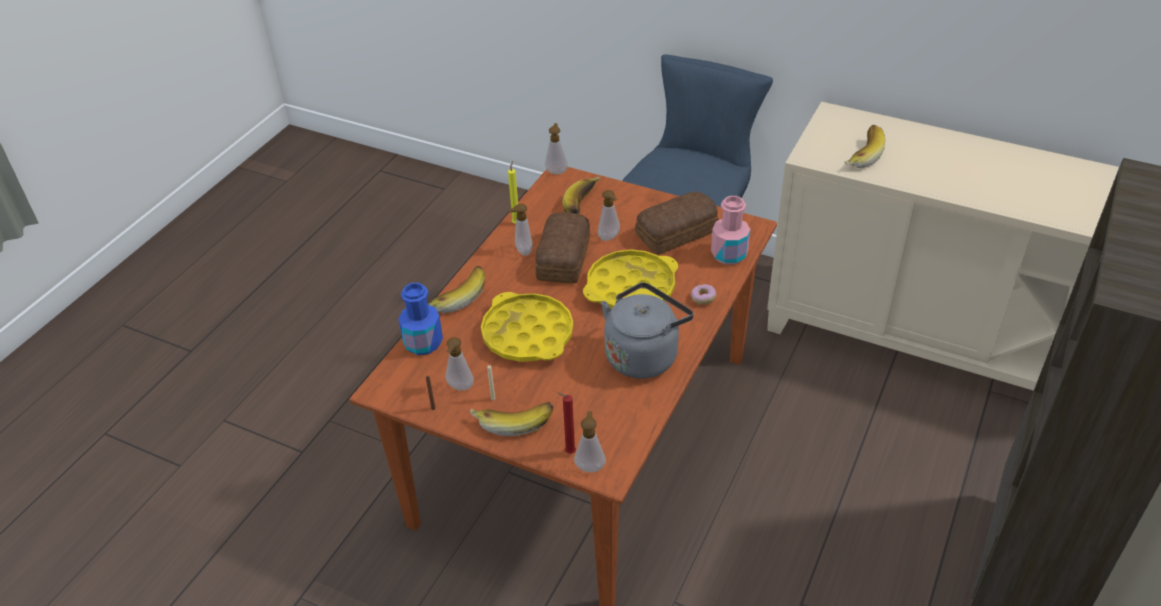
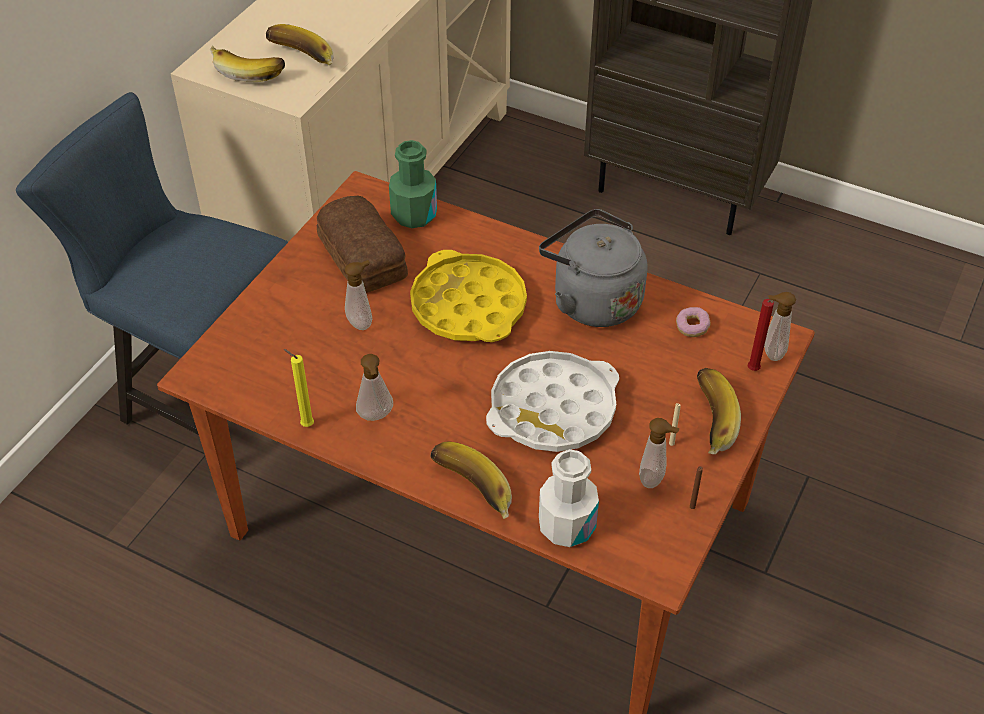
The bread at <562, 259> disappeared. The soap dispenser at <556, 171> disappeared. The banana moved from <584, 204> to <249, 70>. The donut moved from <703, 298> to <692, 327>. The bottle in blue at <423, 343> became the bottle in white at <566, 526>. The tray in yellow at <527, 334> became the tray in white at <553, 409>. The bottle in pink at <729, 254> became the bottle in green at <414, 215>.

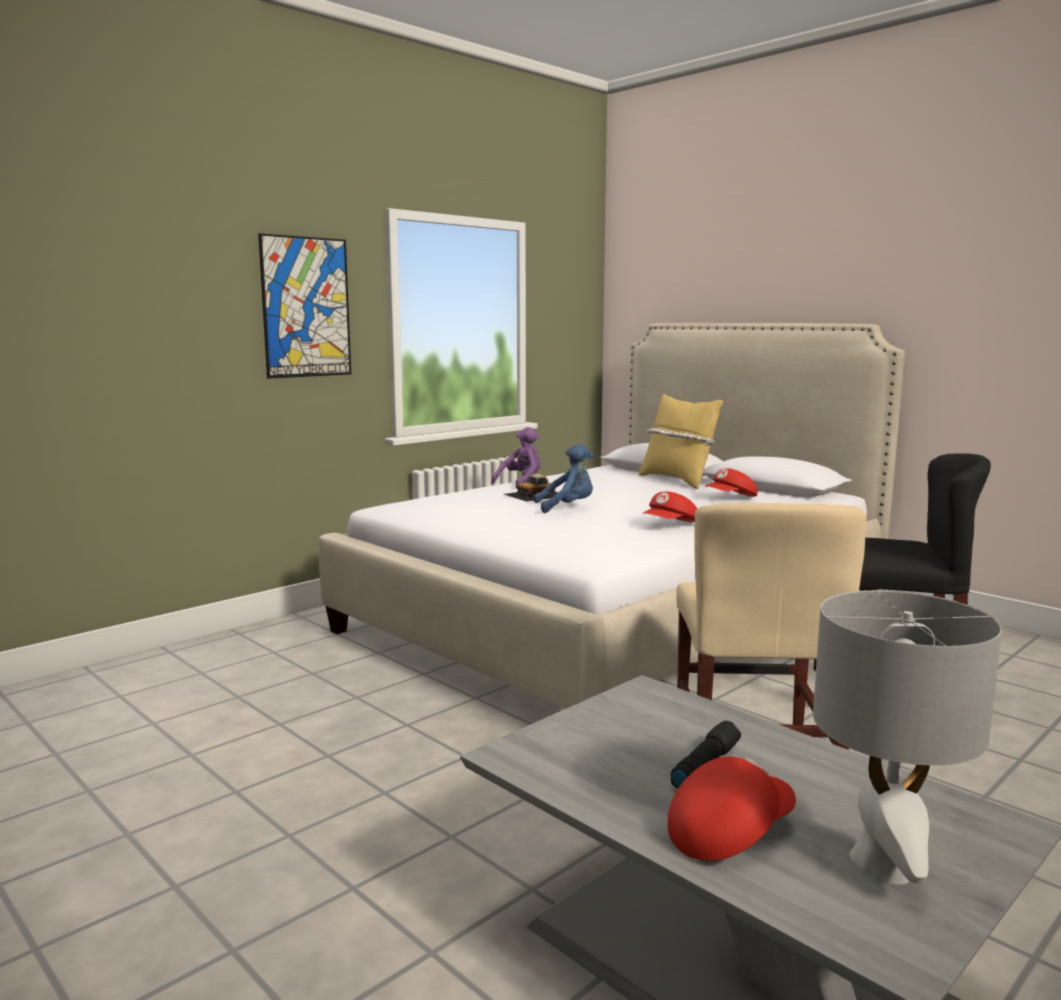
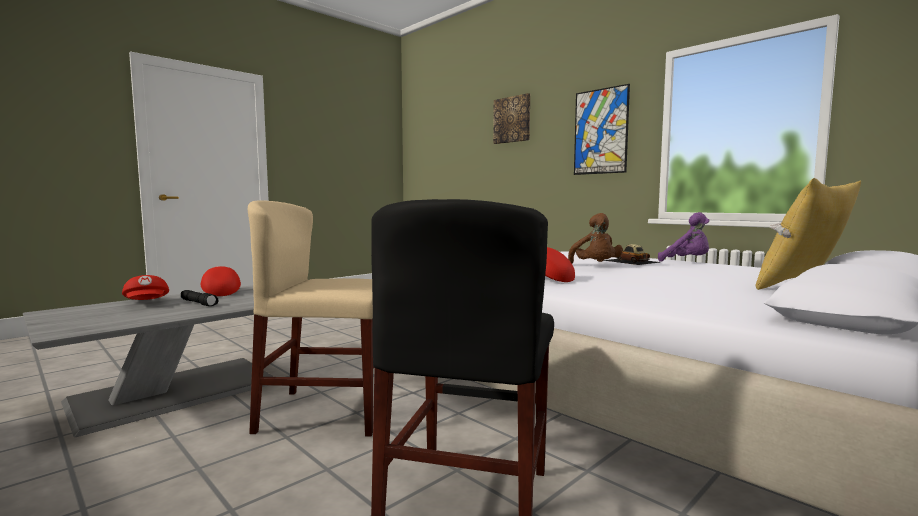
The table lamp in grey at <884, 863> disappeared. The picture at <512, 119> appeared. The cap in red moved from <731, 498> to <220, 292>. The plush toy in blue at <567, 507> became the plush toy in brown at <595, 266>.

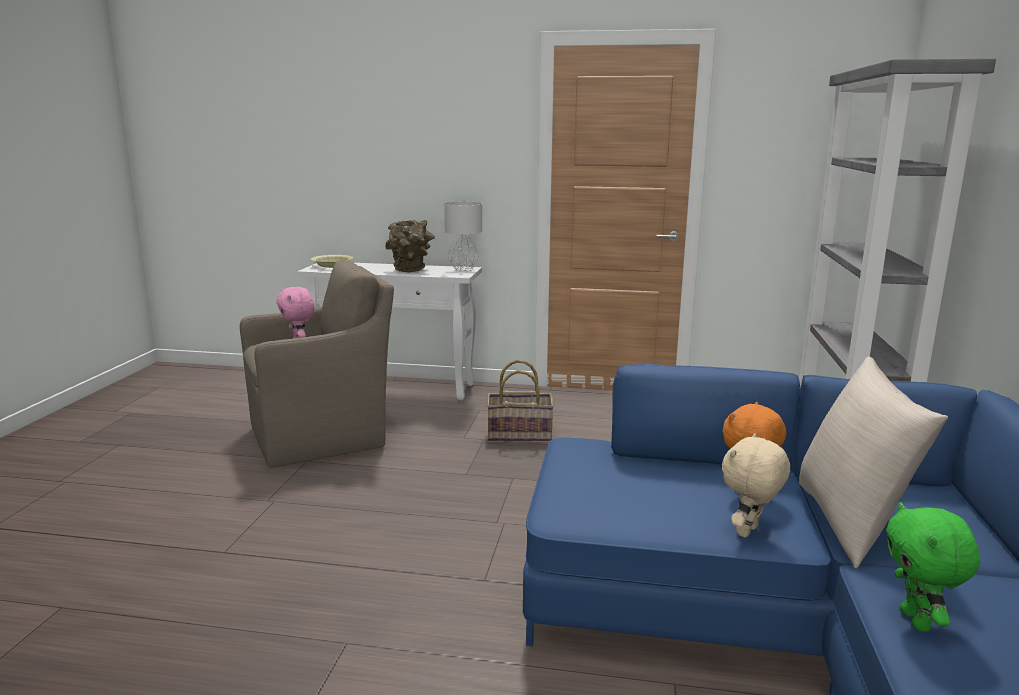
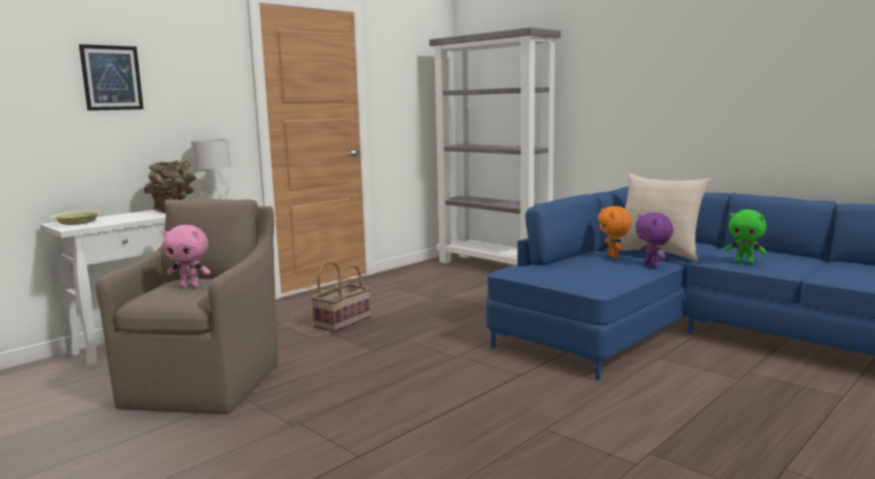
The picture at <112, 78> appeared. The plush toy in beige at <749, 532> became the plush toy in purple at <652, 265>.

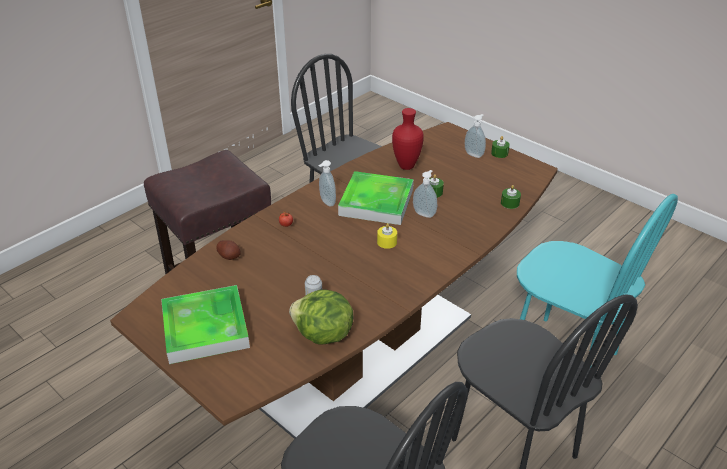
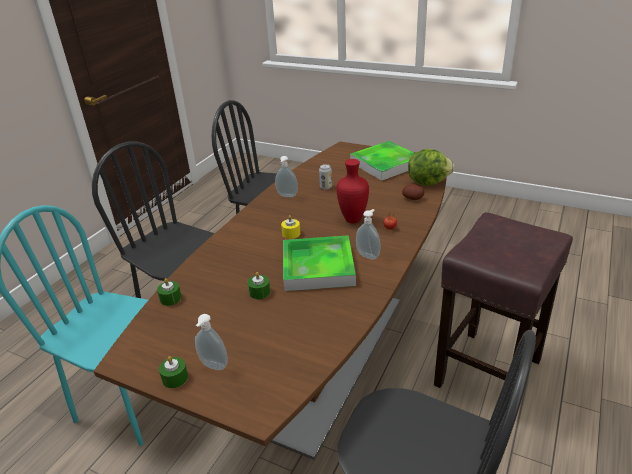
The lettuce moved from <323, 335> to <427, 182>. The vase in red moved from <407, 166> to <353, 220>. The soap dispenser moved from <424, 213> to <287, 196>.

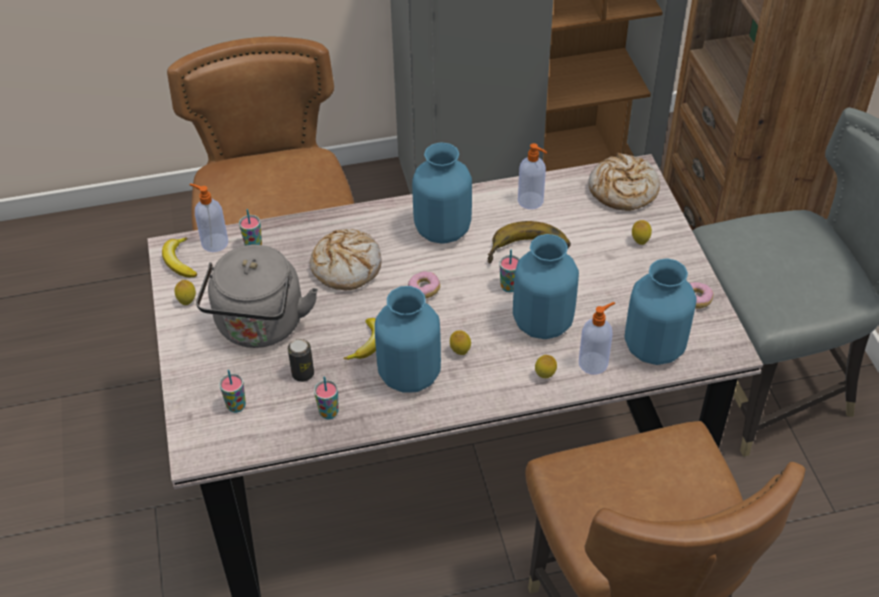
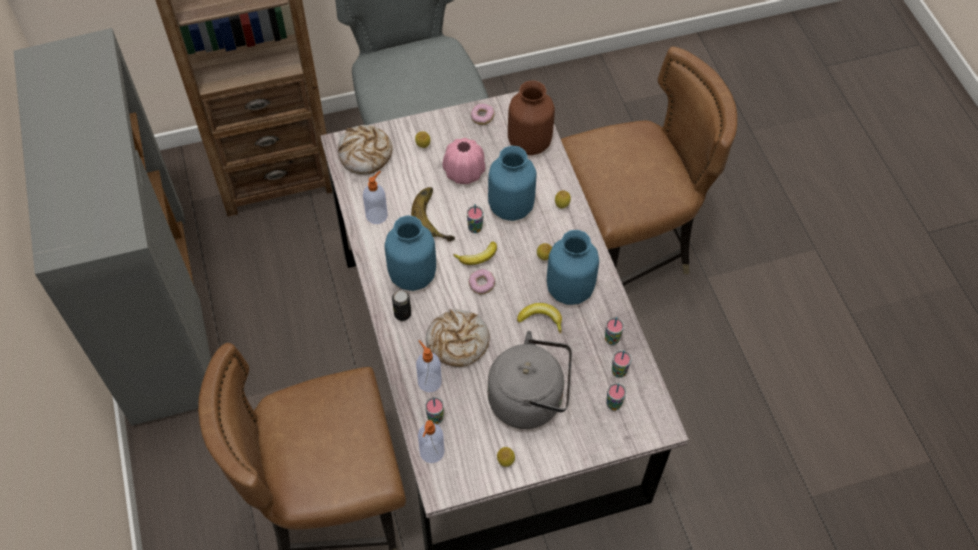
The vase in pink at <464, 172> appeared. The cup at <619, 372> appeared. The banana moved from <179, 261> to <478, 257>. The can moved from <303, 374> to <402, 314>. The soap dispenser moved from <594, 363> to <429, 381>. The vase in blue at <653, 347> became the vase in brown at <529, 143>.

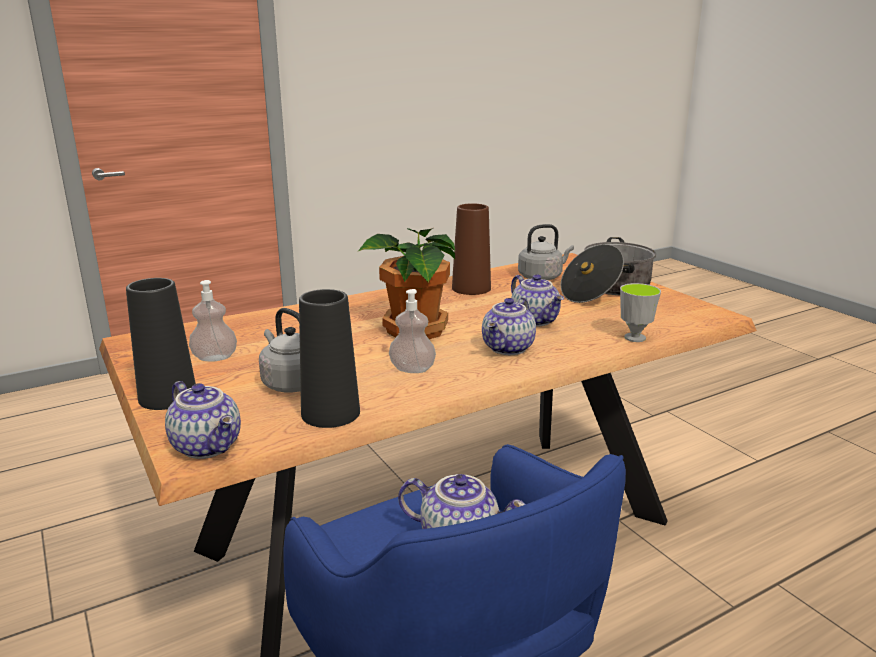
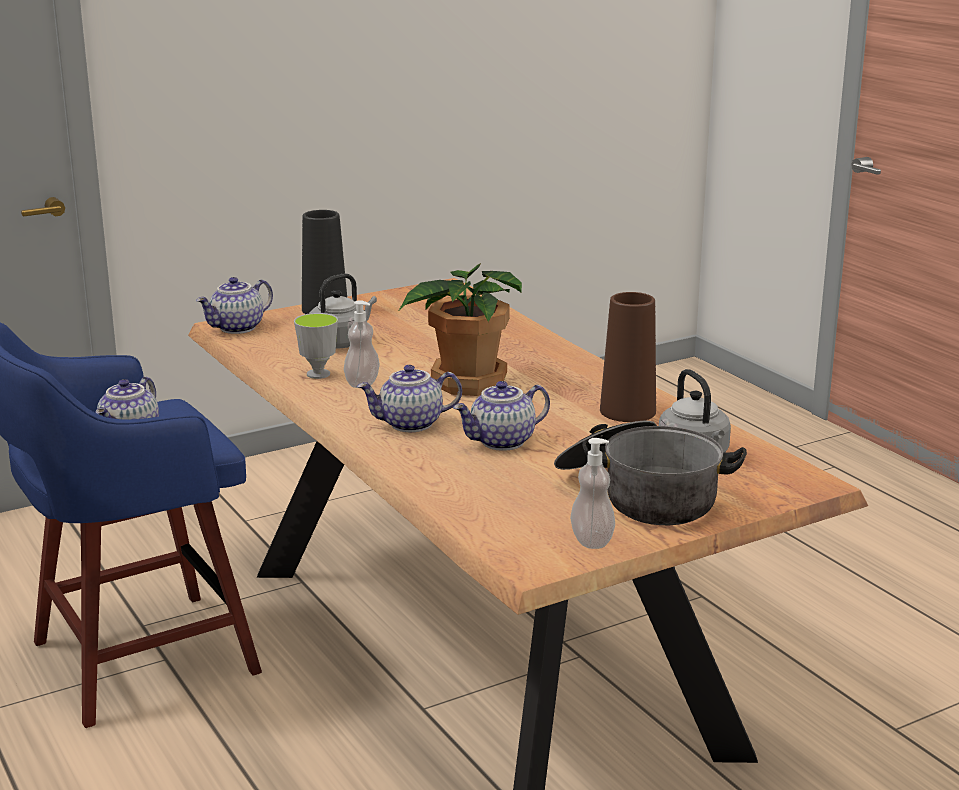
The vase in black at <330, 413> disappeared. The soap dispenser moved from <215, 358> to <592, 540>. The cup moved from <635, 338> to <318, 374>. The teapot at <509, 348> turned 45 degrees counterclockwise.

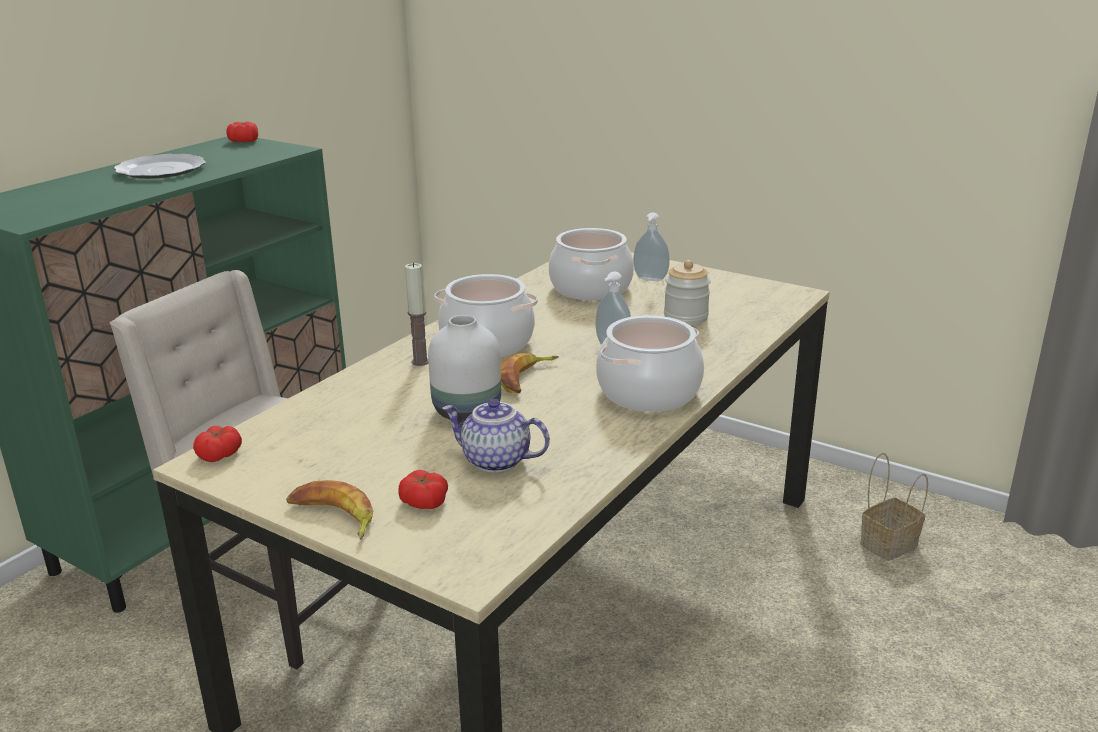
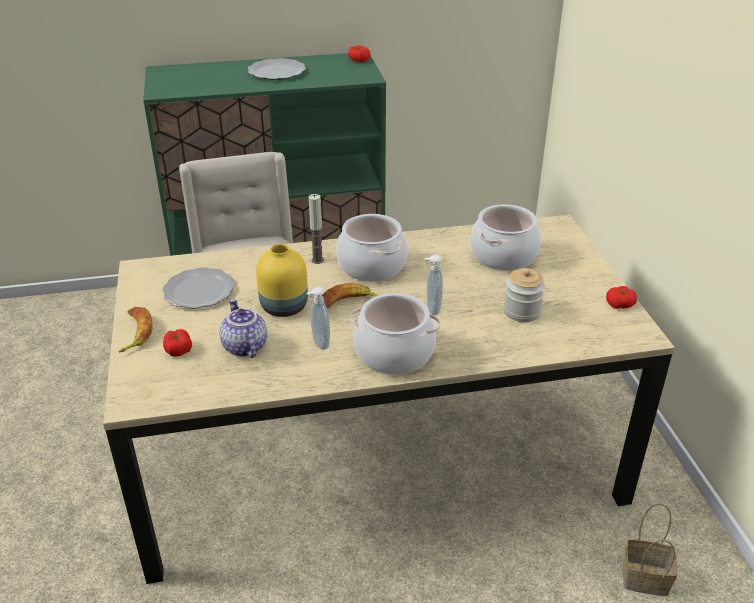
The plate at <198, 290> appeared. The tomato moved from <220, 454> to <620, 304>. The soap dispenser moved from <650, 279> to <319, 343>. The vase in white at <467, 410> became the vase in yellow at <285, 306>.

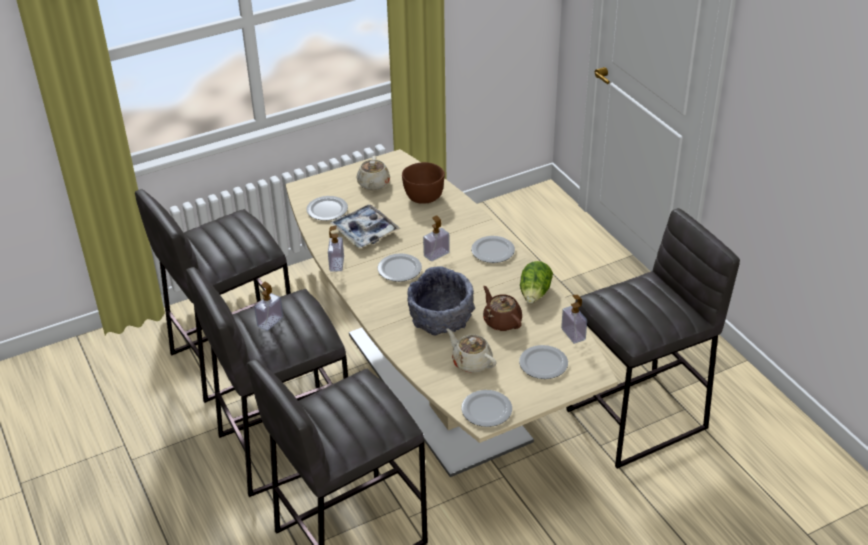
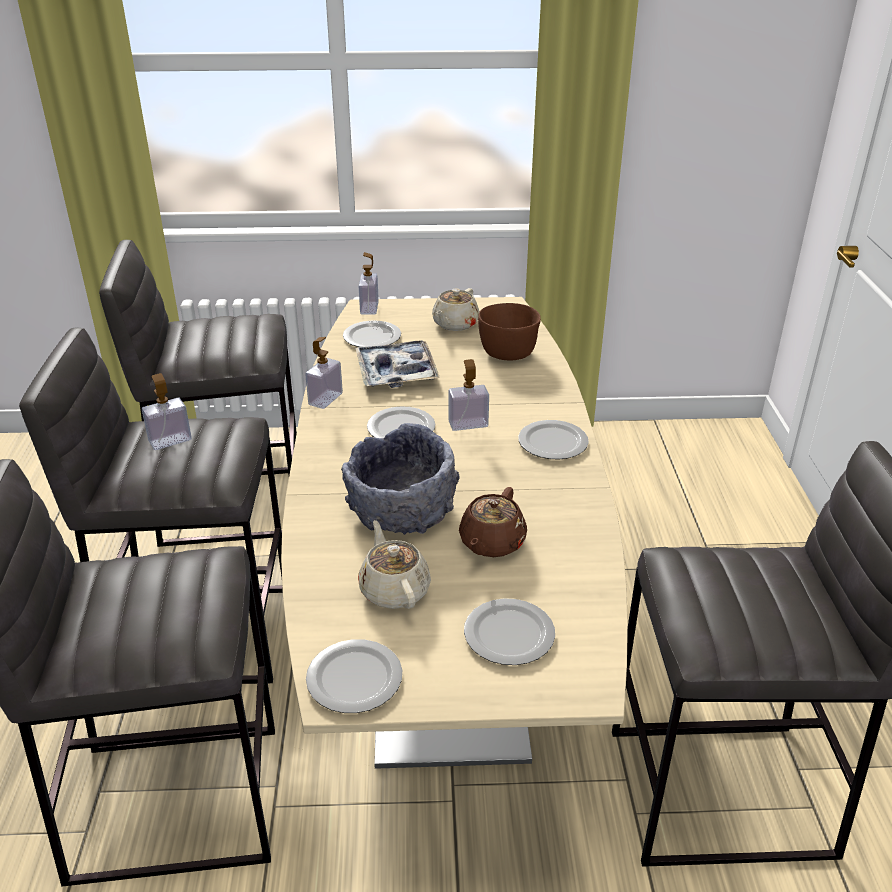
The lettuce at <535, 294> disappeared. The soap dispenser moved from <573, 334> to <369, 308>. The teapot in brown at <501, 321> turned 150 degrees counterclockwise.

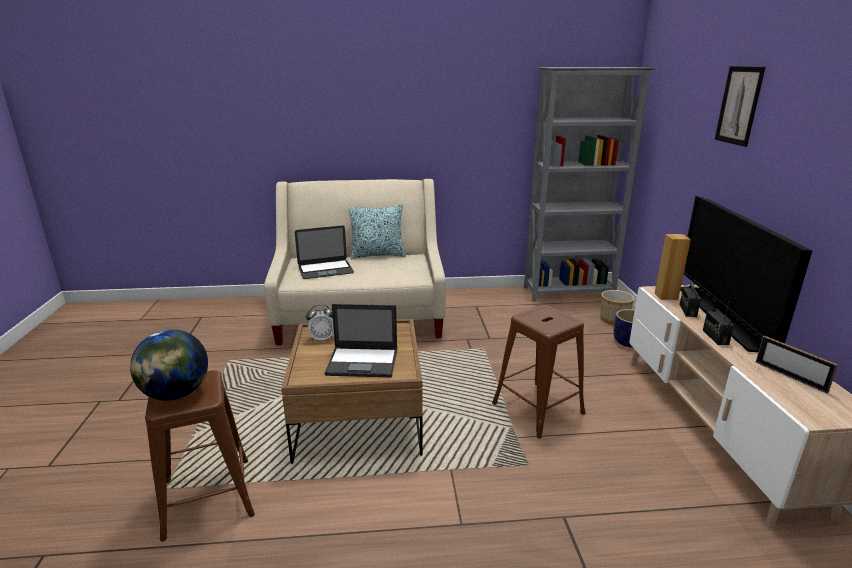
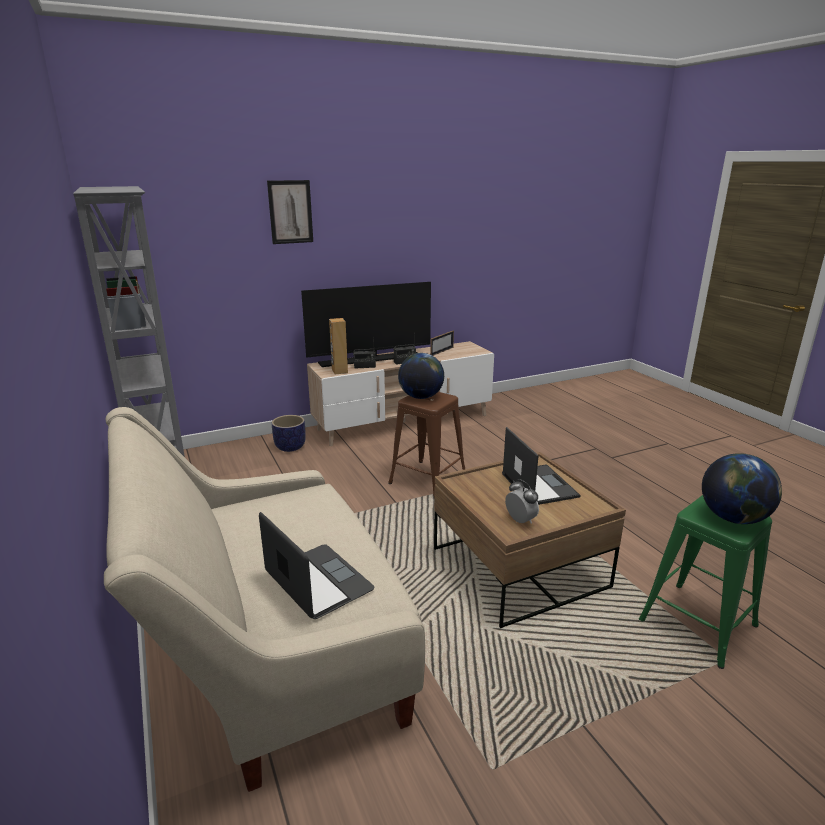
The pillow at <378, 255> disappeared. The planter at <614, 319> disappeared. The globe at <421, 397> appeared. The stool in brown at <207, 497> became the stool in green at <698, 623>.

